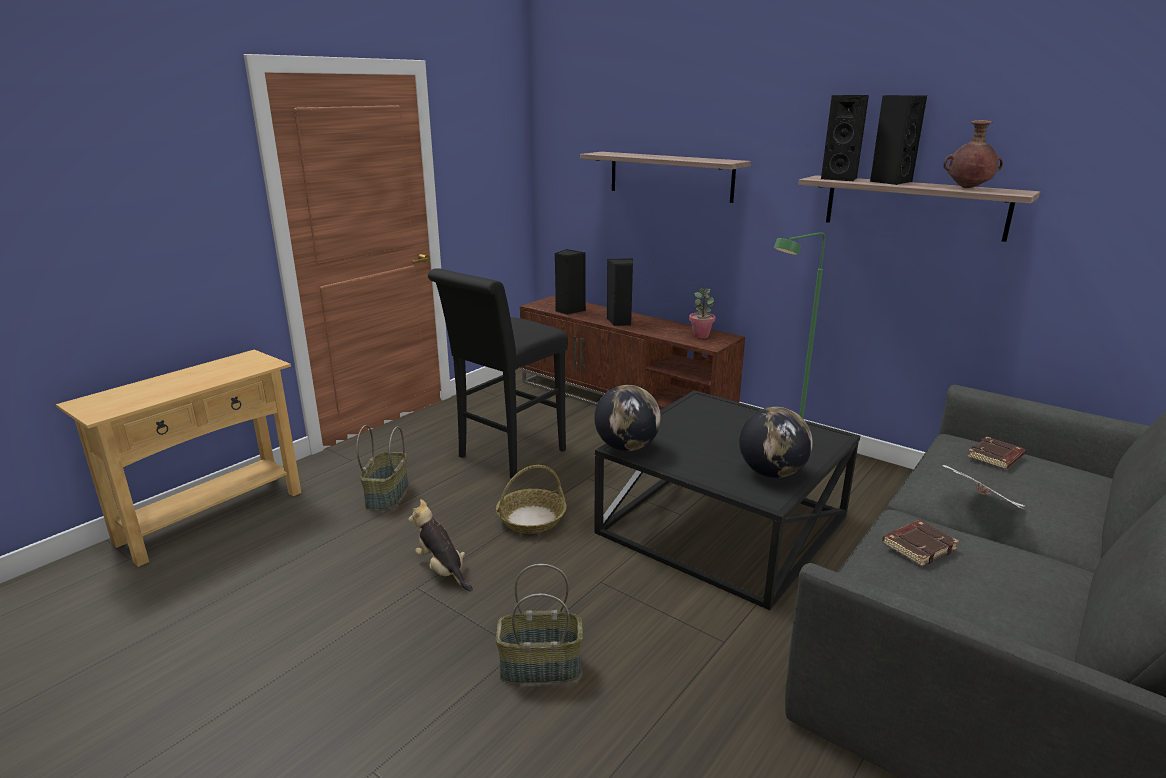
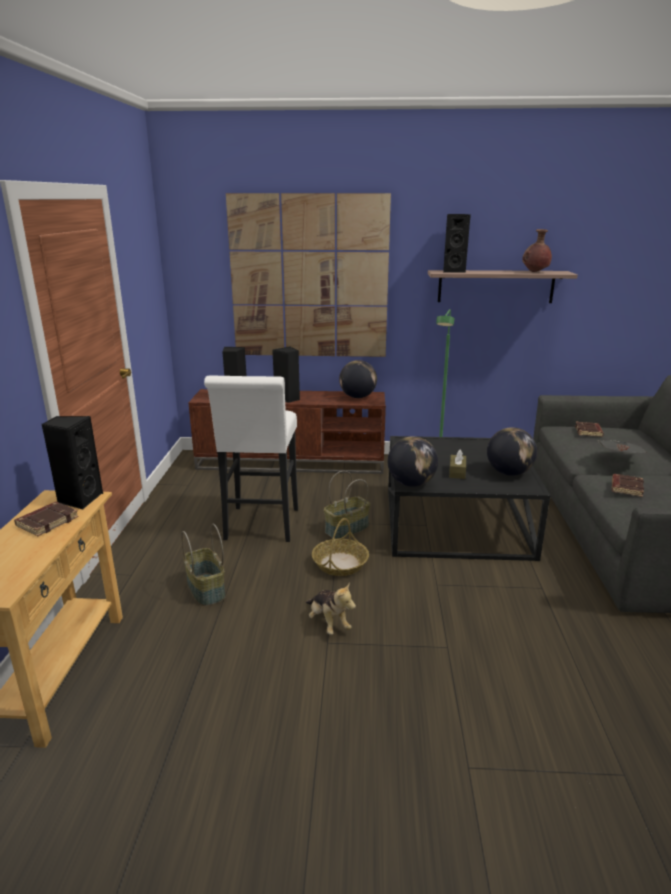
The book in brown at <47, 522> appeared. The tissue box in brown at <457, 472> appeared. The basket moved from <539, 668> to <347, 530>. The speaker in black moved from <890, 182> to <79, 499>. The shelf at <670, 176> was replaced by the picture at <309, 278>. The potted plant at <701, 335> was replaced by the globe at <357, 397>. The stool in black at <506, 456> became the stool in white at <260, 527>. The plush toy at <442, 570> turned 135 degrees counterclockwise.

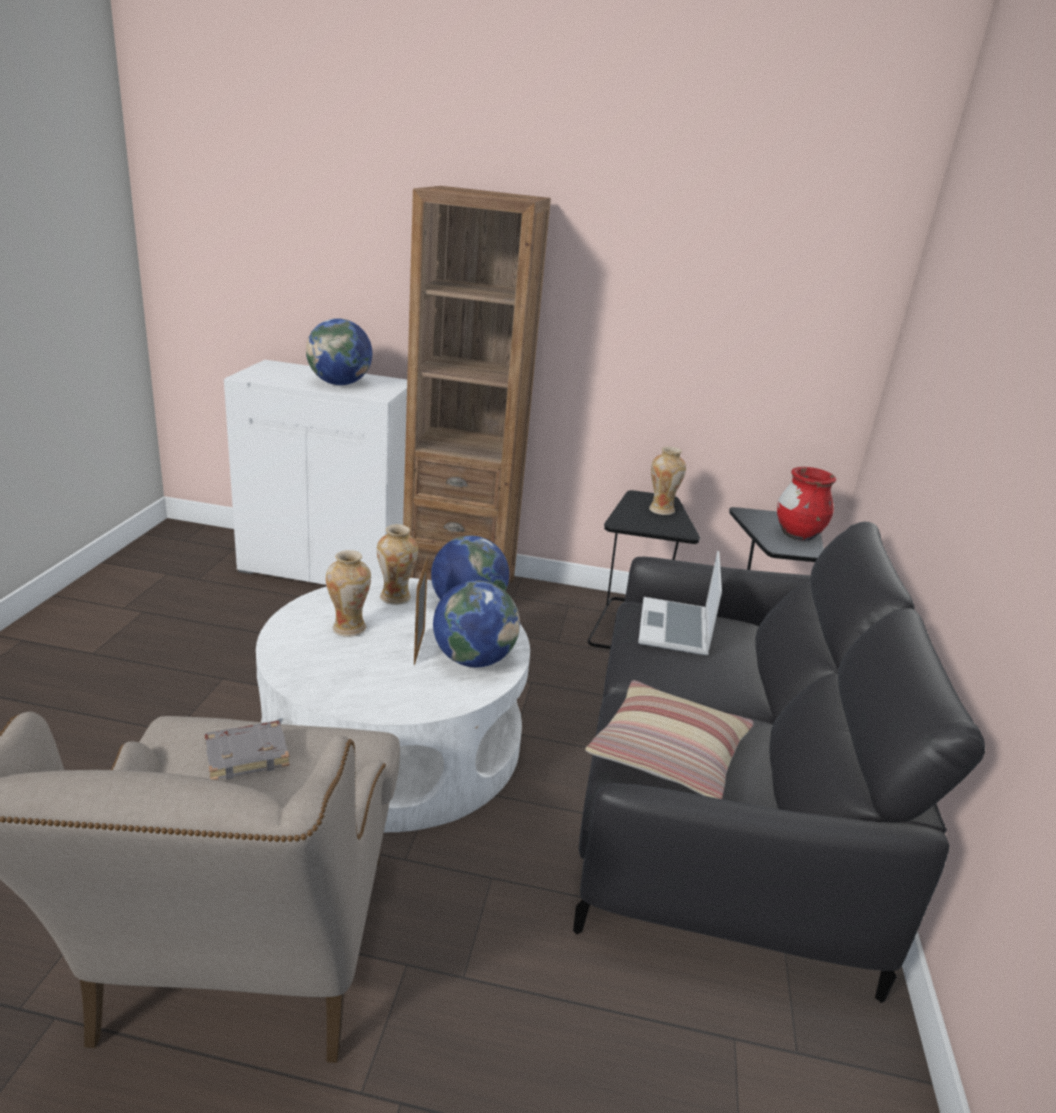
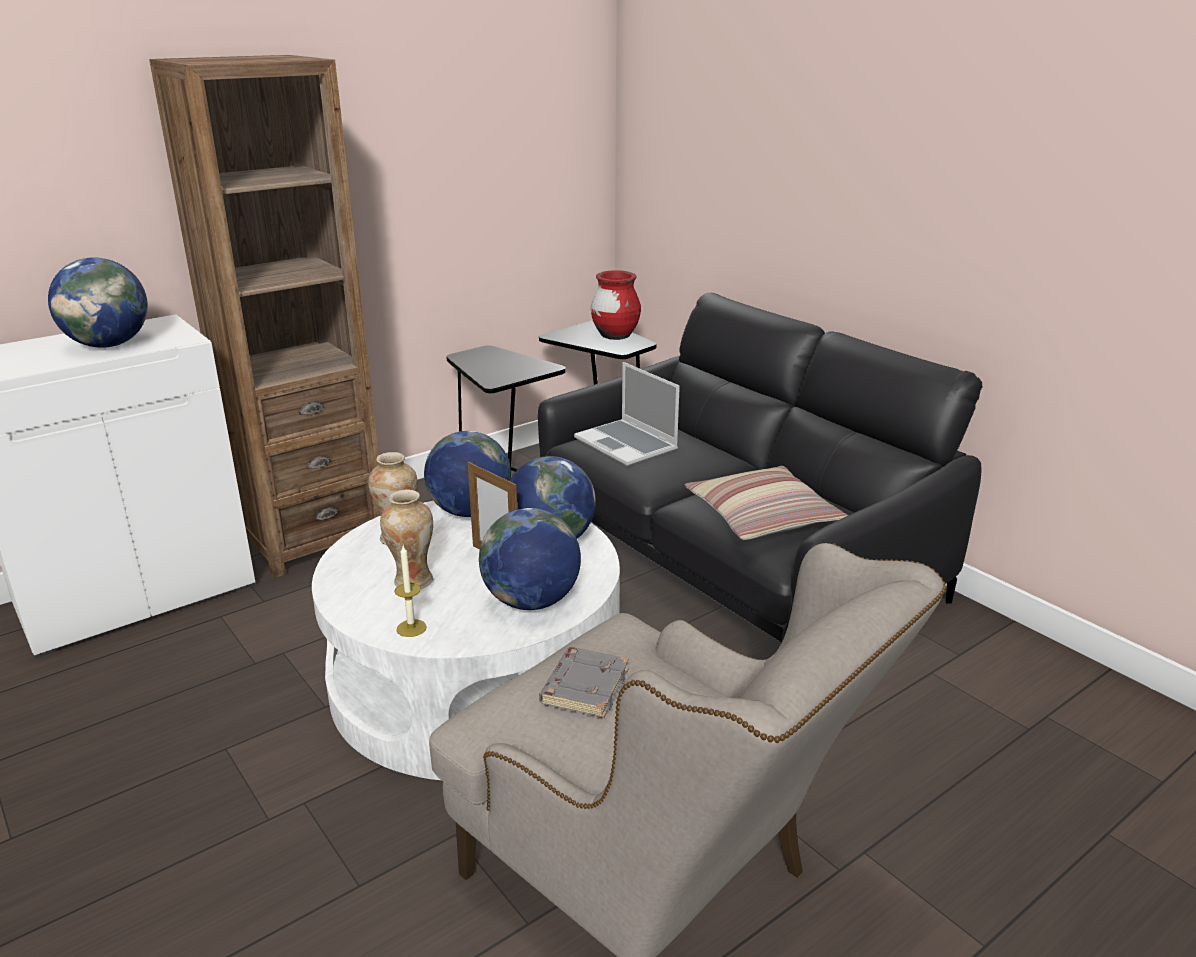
The vase at <661, 510> disappeared. The candle at <411, 628> appeared. The globe at <531, 601> appeared.

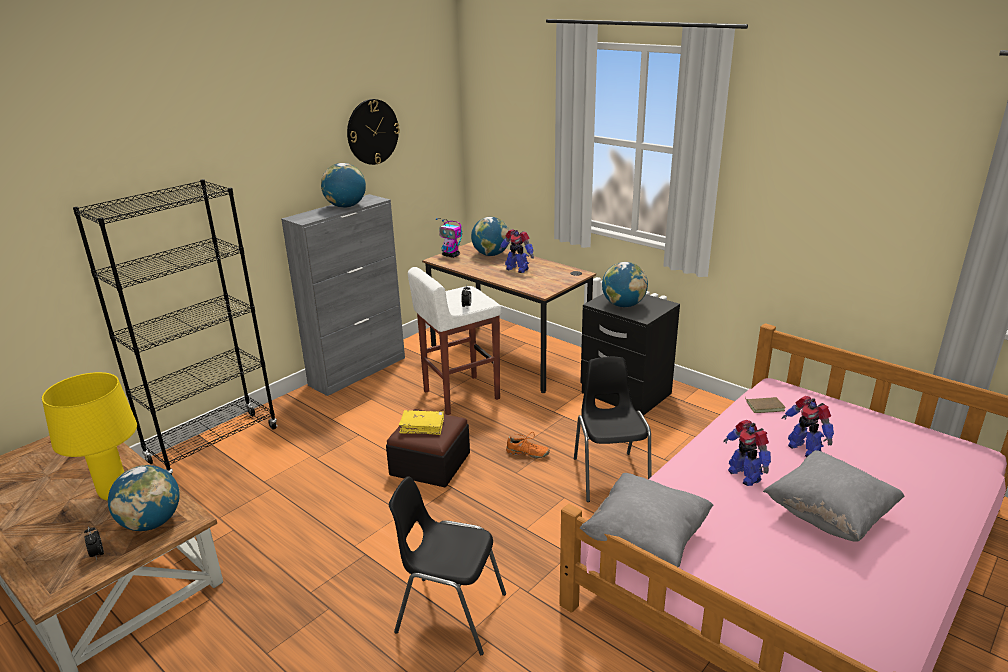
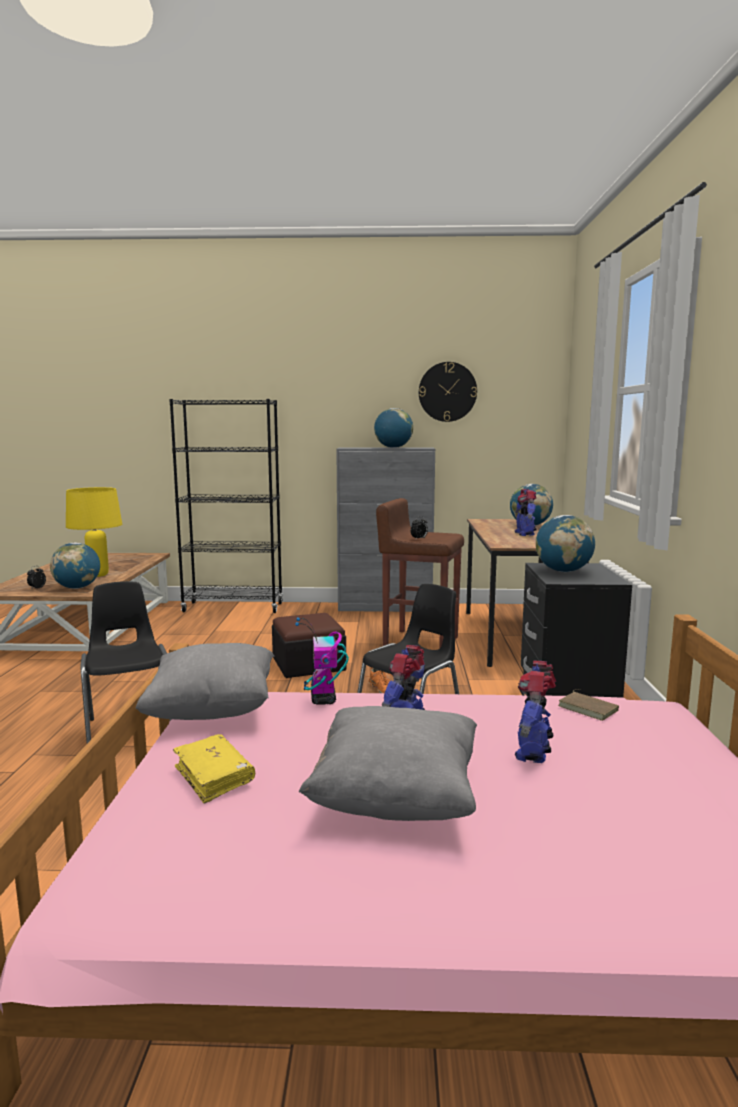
The book in yellow moved from <422, 427> to <214, 776>. The toy robot moved from <451, 255> to <323, 699>. The stool in white at <460, 395> became the stool in brown at <420, 642>.

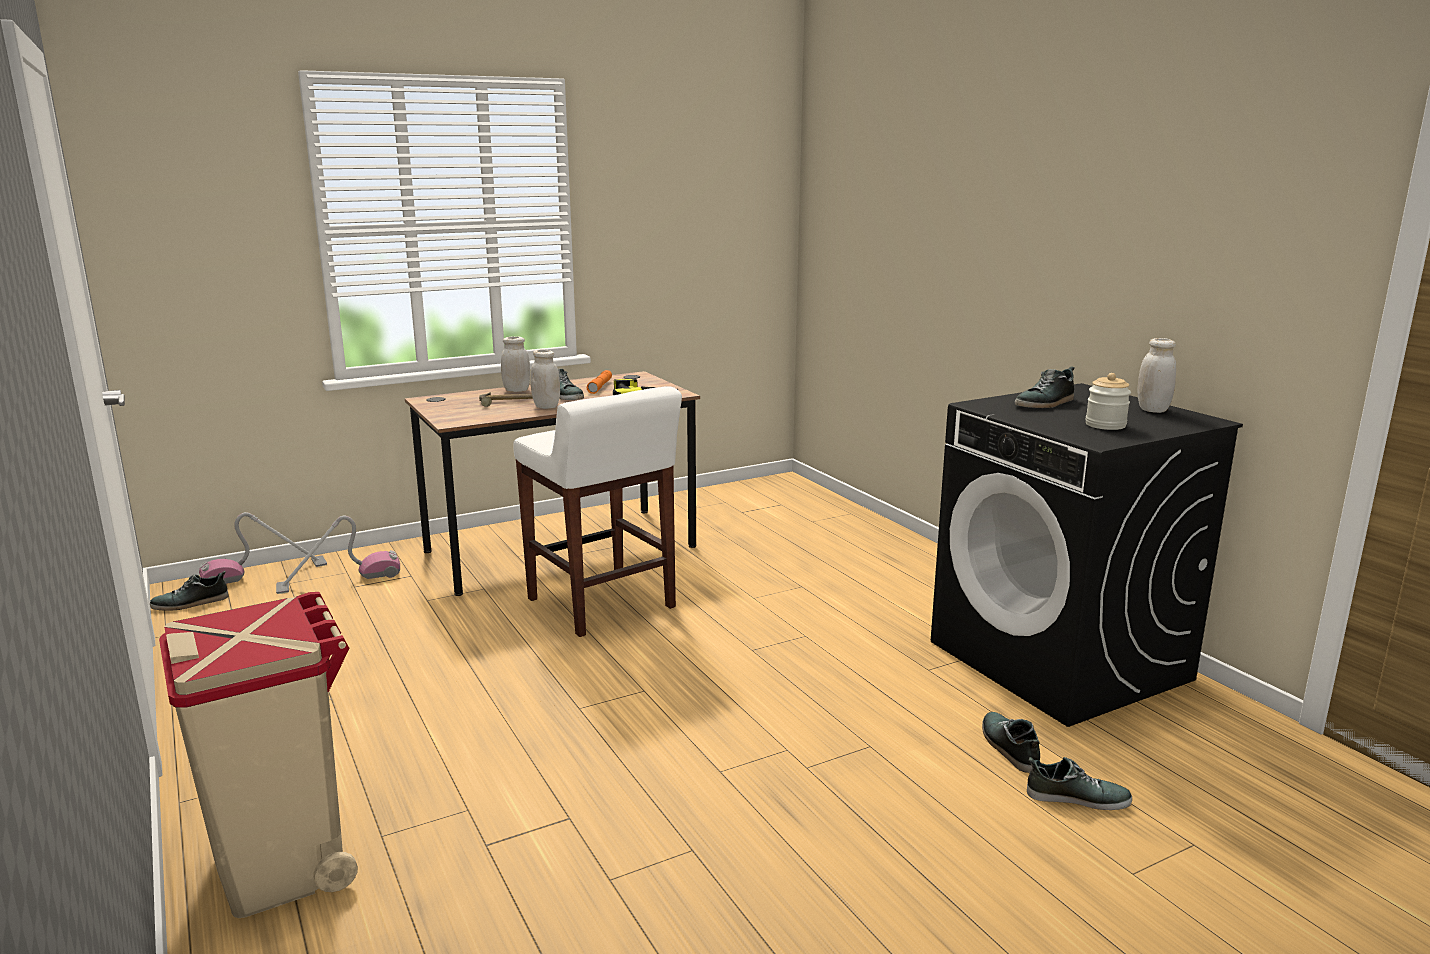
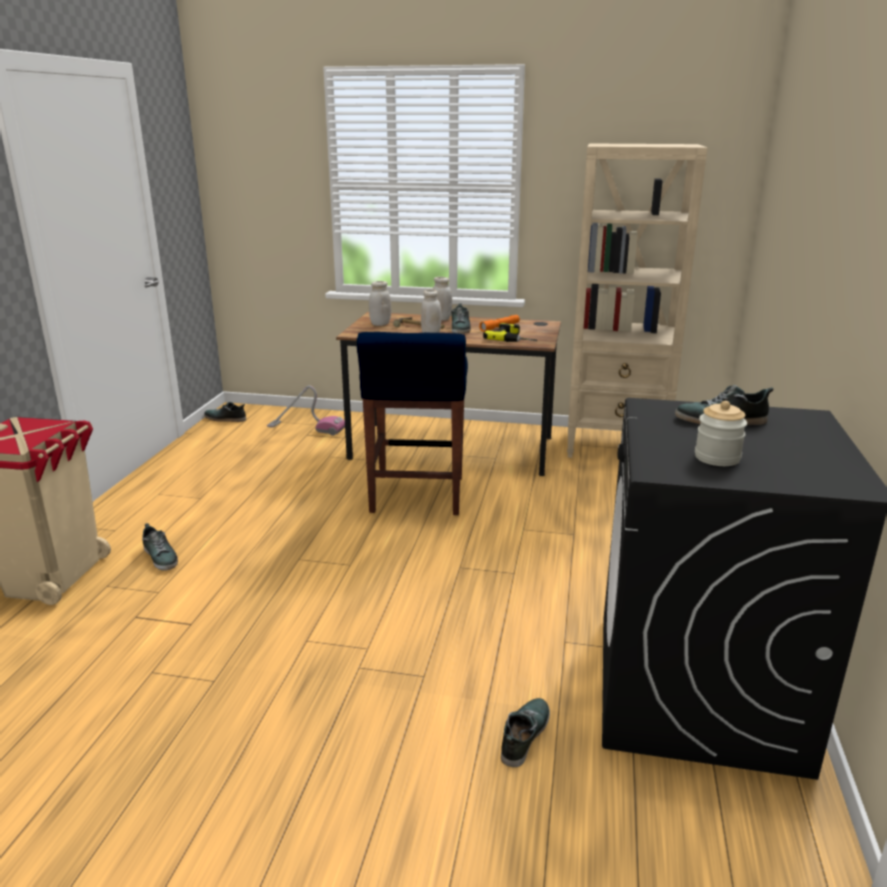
The vacuum cleaner at <265, 573> disappeared. The bookcase in beige at <616, 446> appeared. The shoe moved from <1077, 797> to <161, 557>. The jar in white moved from <1152, 410> to <380, 324>. The stool in white at <602, 605> became the stool in blue at <417, 496>.

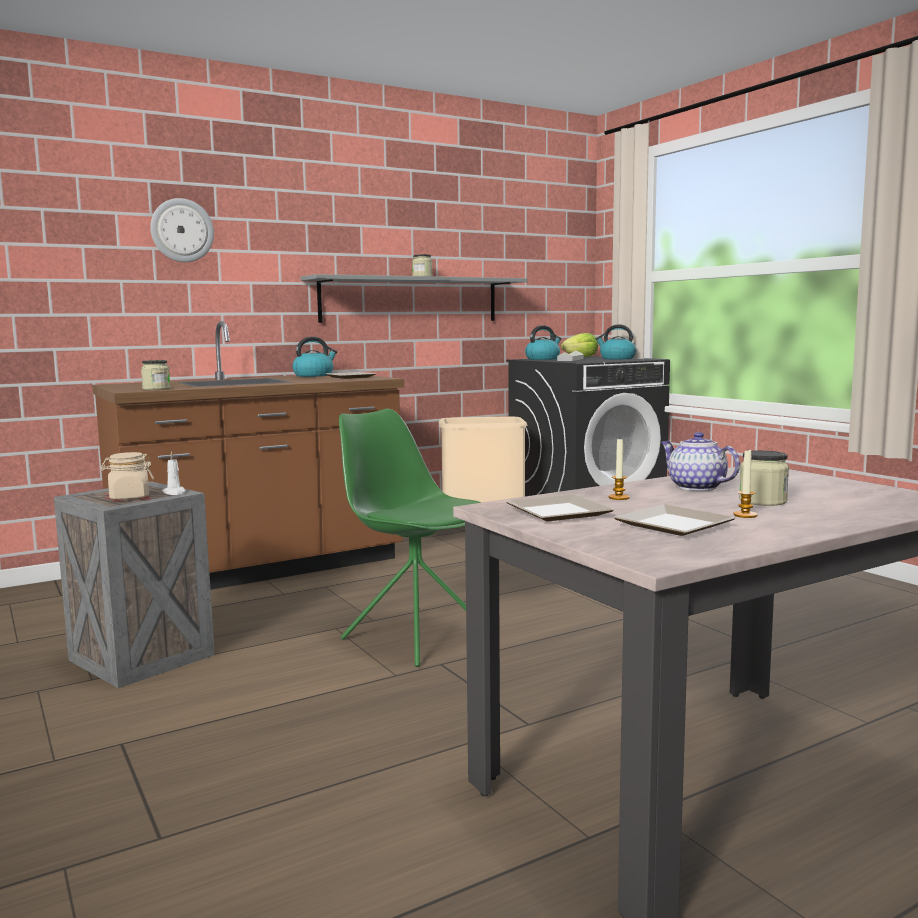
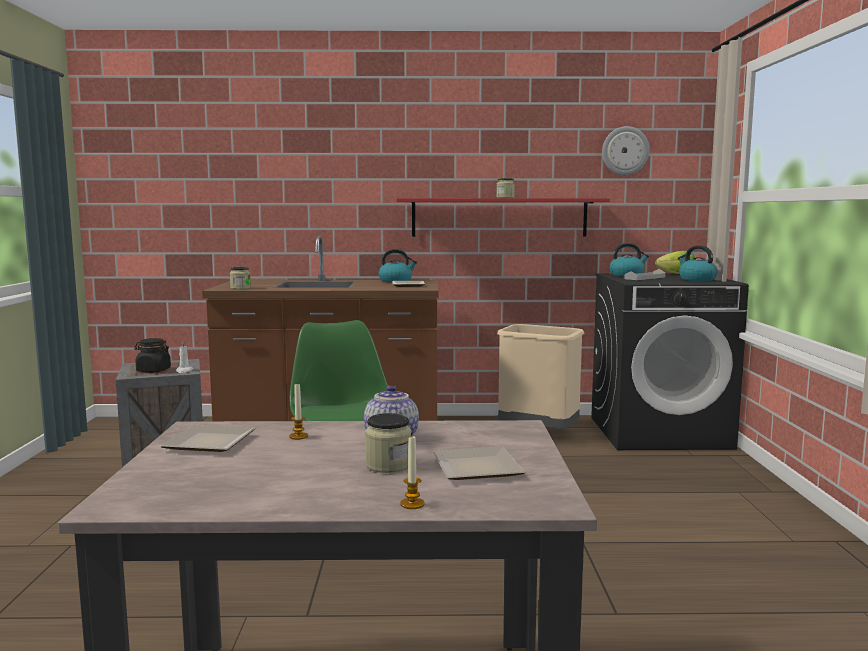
The wall clock moved from <182, 230> to <625, 151>. The plate moved from <669, 525> to <473, 468>. The candle moved from <745, 515> to <412, 504>. The jar in beige at <129, 497> became the jar in black at <153, 370>. The shelf in grey at <410, 300> became the shelf in red at <499, 217>.

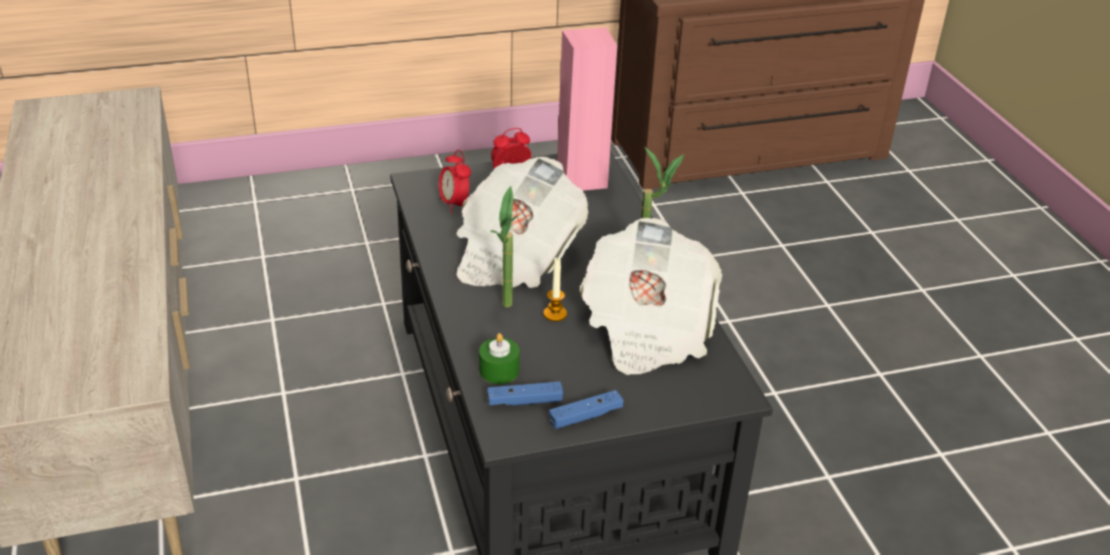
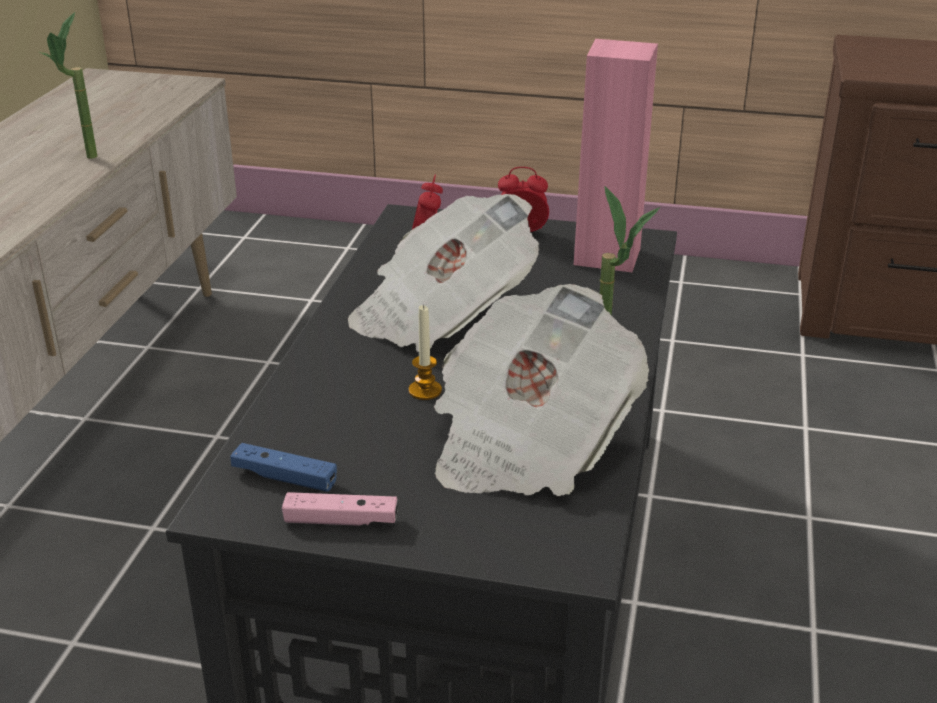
The candle in green at <499, 370> disappeared. The potted plant moved from <508, 310> to <84, 160>. The game controller in blue at <585, 416> became the game controller in pink at <341, 520>.

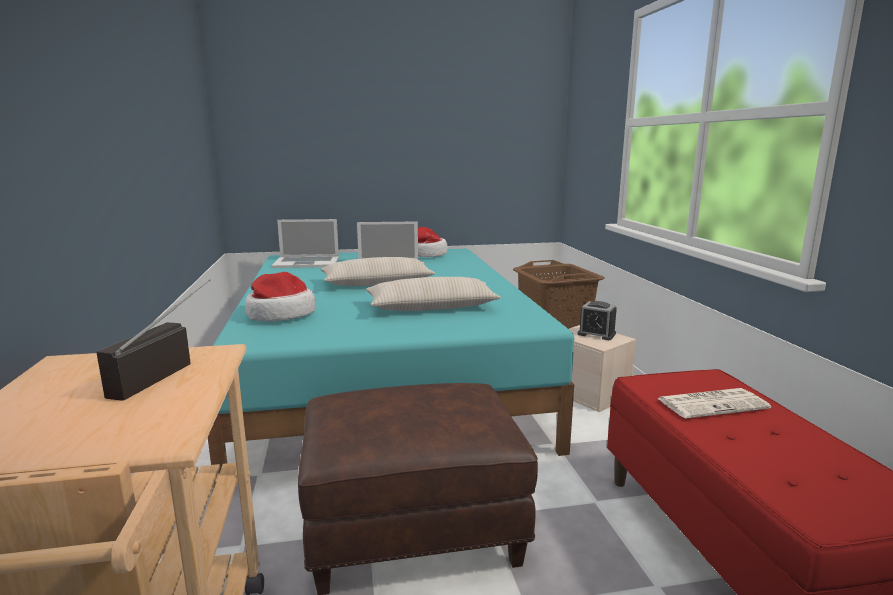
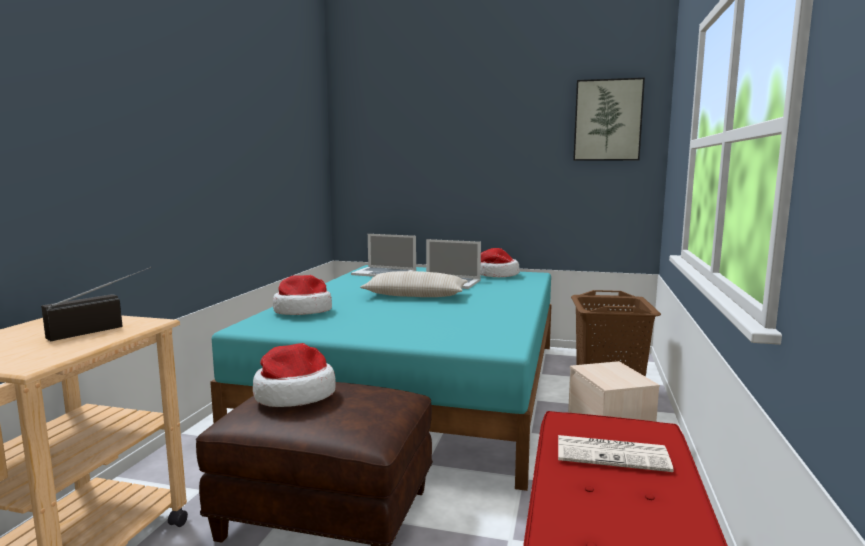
The pillow in beige at <432, 307> disappeared. The alarm clock at <596, 334> disappeared. The hat at <294, 395> appeared. The picture at <607, 120> appeared.

